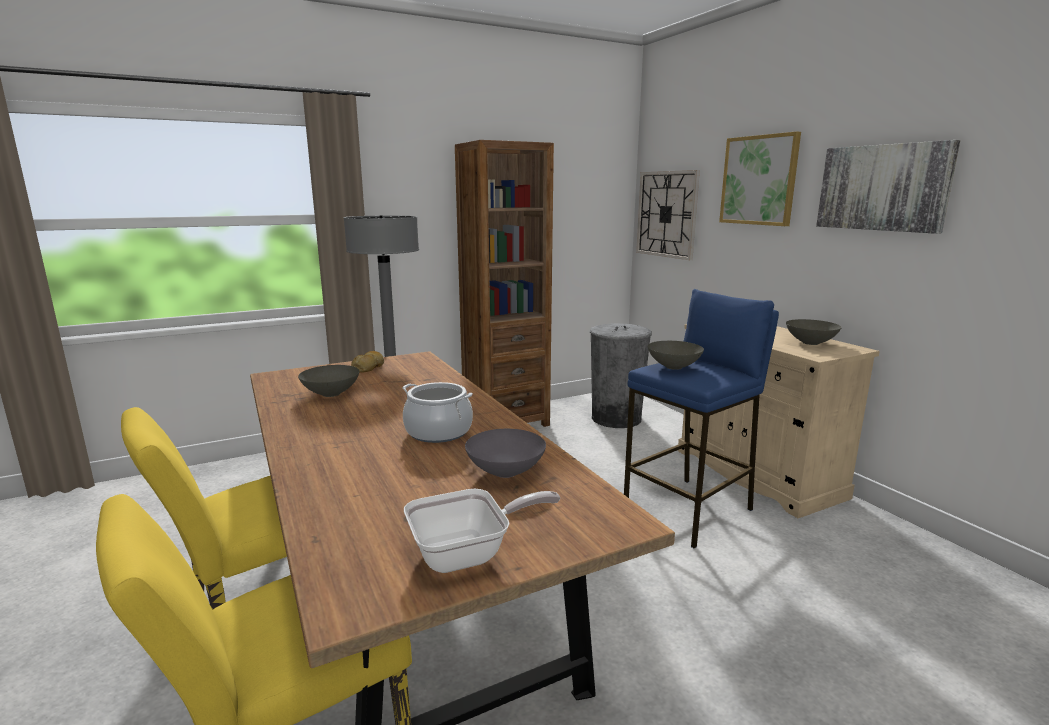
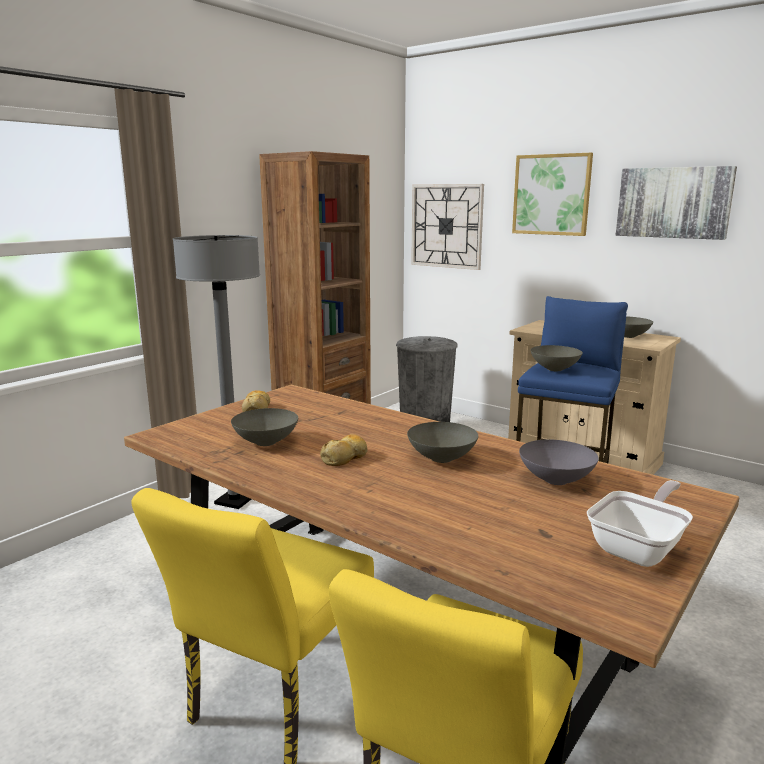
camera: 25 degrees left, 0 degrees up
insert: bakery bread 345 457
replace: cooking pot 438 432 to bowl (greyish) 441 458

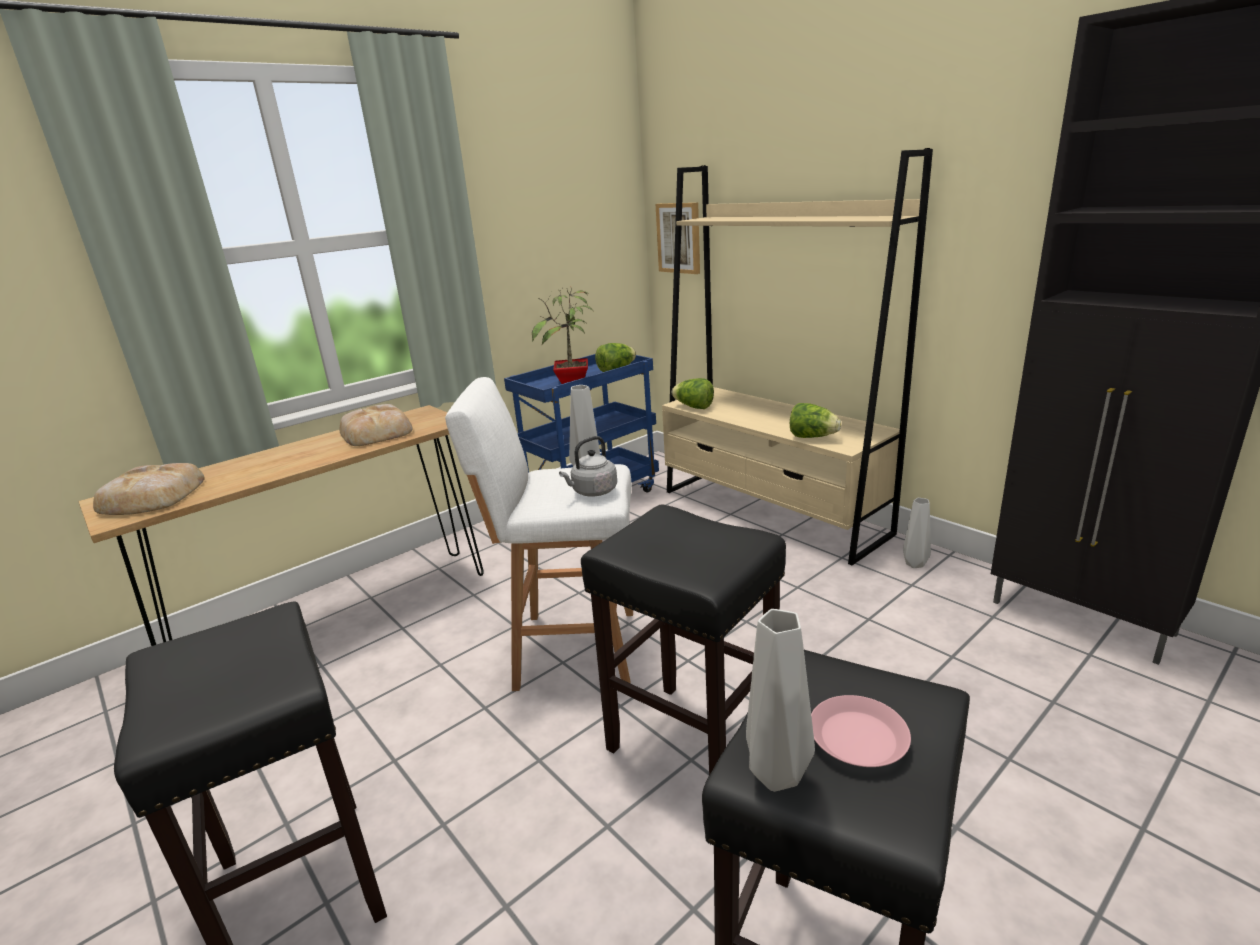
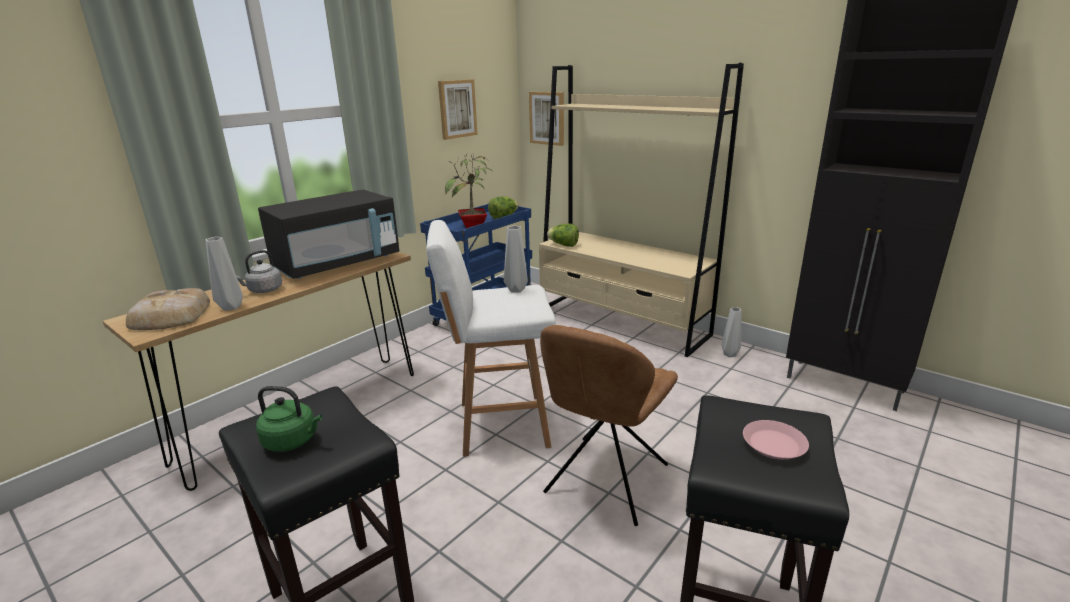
camera: 10 degrees left, 0 degrees up
delete: head of lettuce 812 437
insert: water kettle (green-coloured) 293 441; picture 457 109
move: vase (greyish) 774 776 to 230 307; water kettle (greyish) 592 492 to 263 290
replace: bakery bread 377 432 to kitchen microwave (black-coloured) 338 264; stool seat (black-coloured) 690 742 to upright chair (brown) 605 481

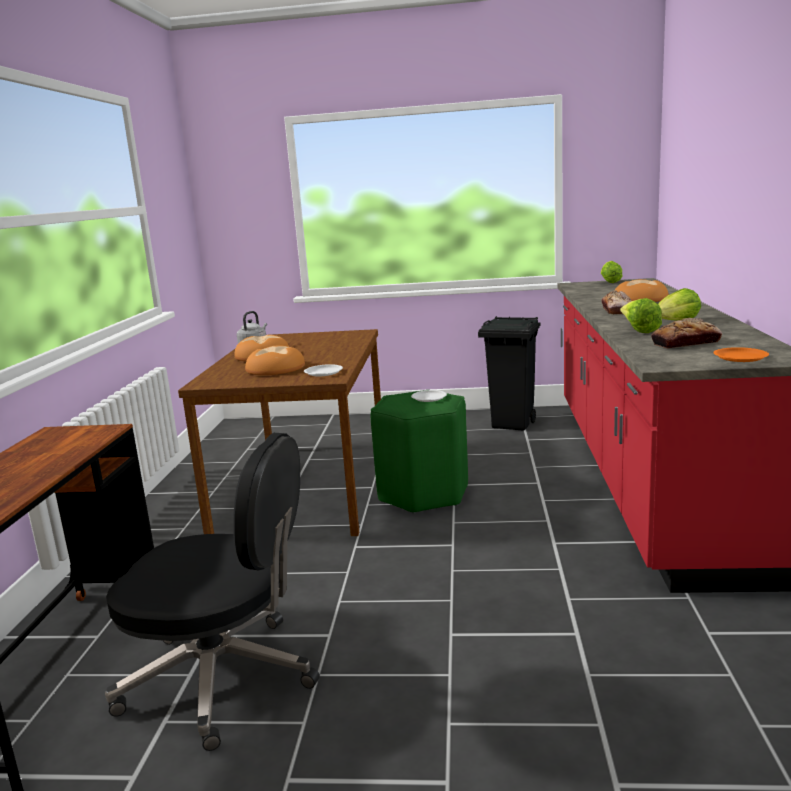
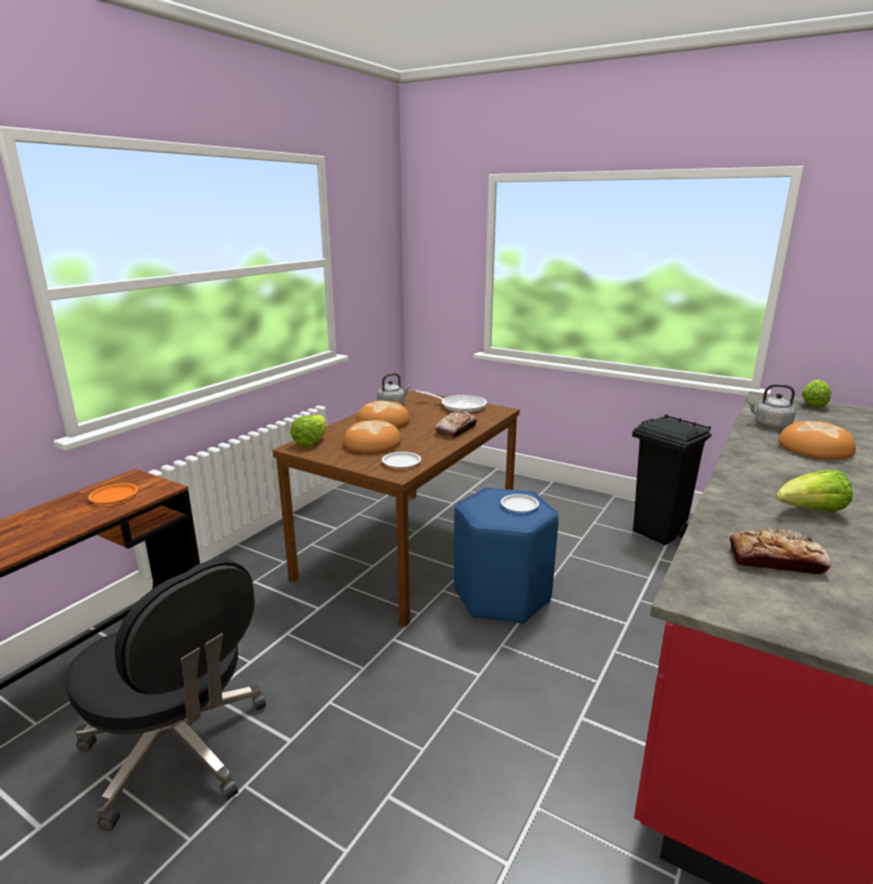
camera: 25 degrees right, 5 degrees up
insert: pan 459 406; water kettle (greyish) 770 425
move: dinner plate (orange-coloured) 740 358 to 113 496; head of lettuce 638 330 to 311 442; bakery bread 617 310 to 456 430
recolor: stool seat (green-coloured) 423 494 to stool seat (blue-coloured) 501 596

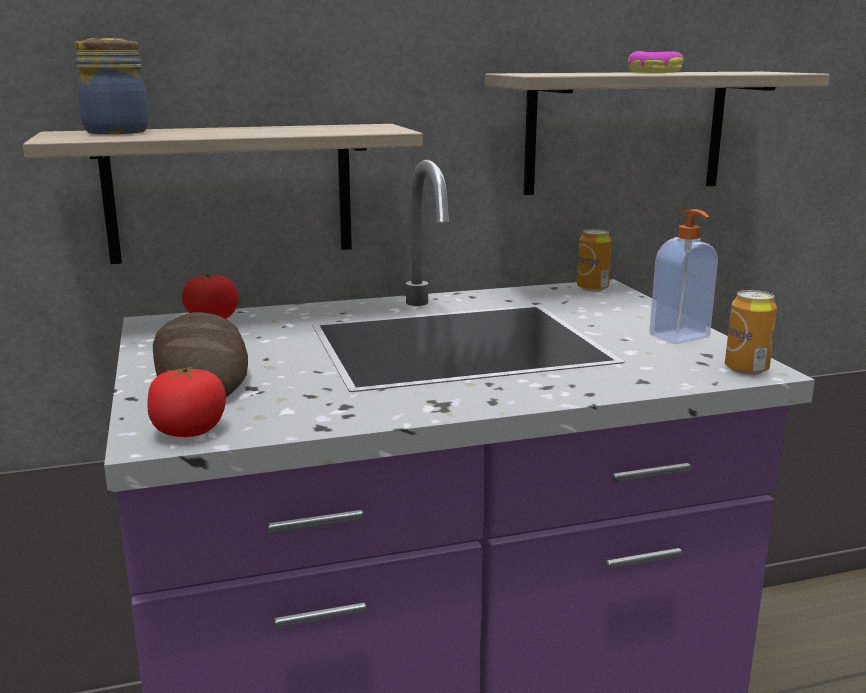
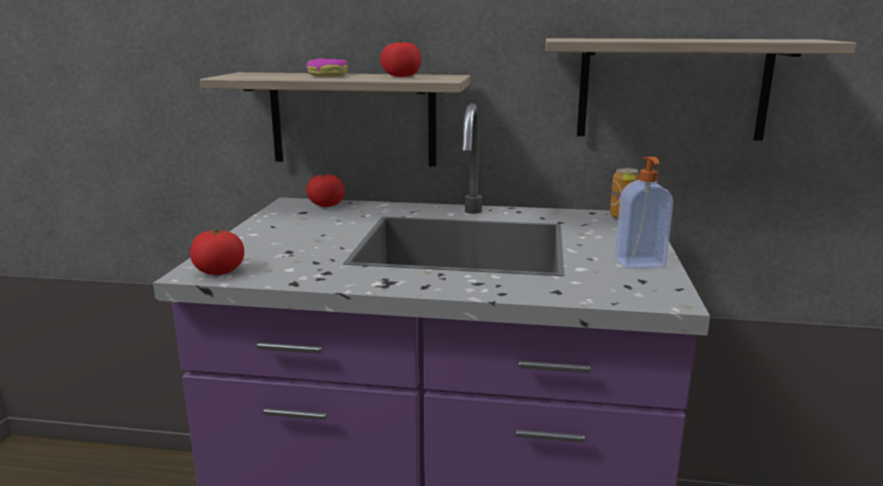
camera: 25 degrees right, 0 degrees up
delete: preserve jar 114 132; bakery bread 201 369; sealed can 746 369
insert: tomato 401 76
move: donut 654 72 to 327 75

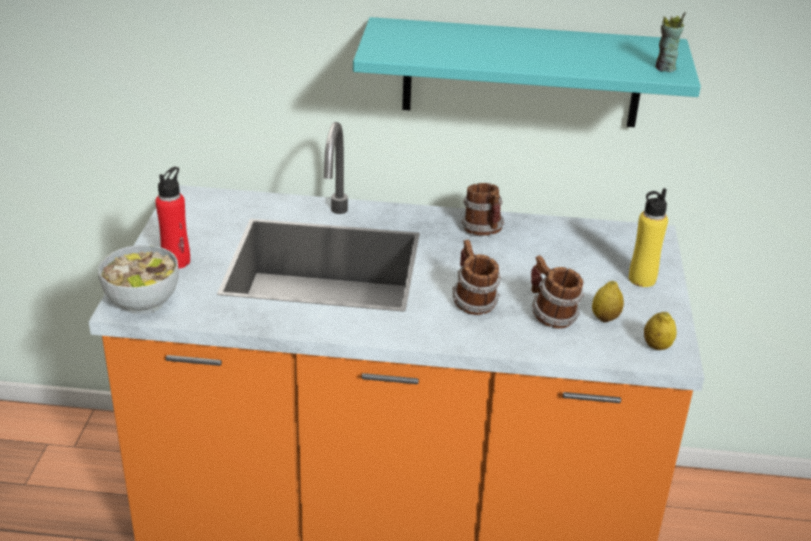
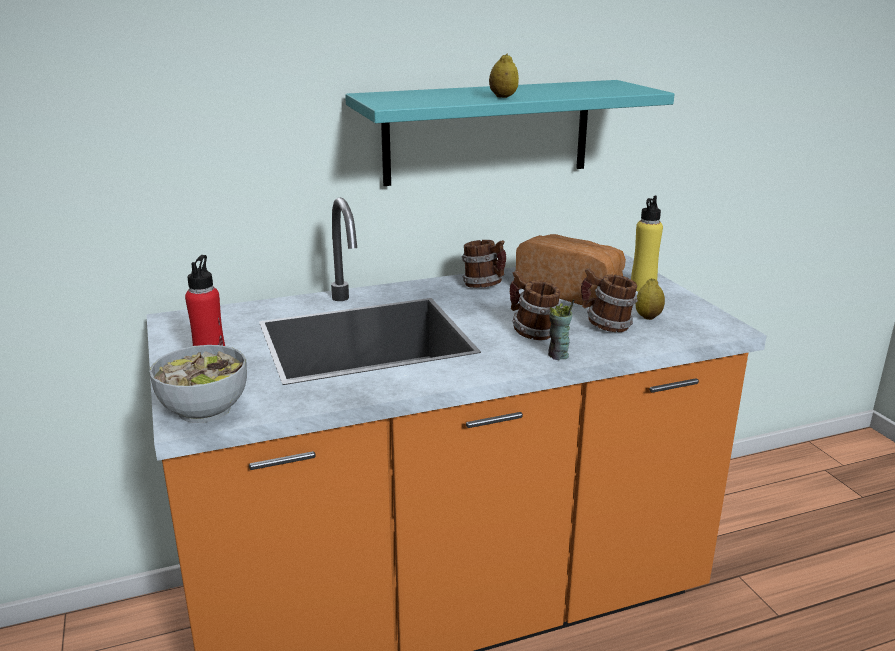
camera: 25 degrees left, 10 degrees down
insert: bakery bread 571 291
move: lemon 657 346 to 503 97; cup 665 68 to 558 356

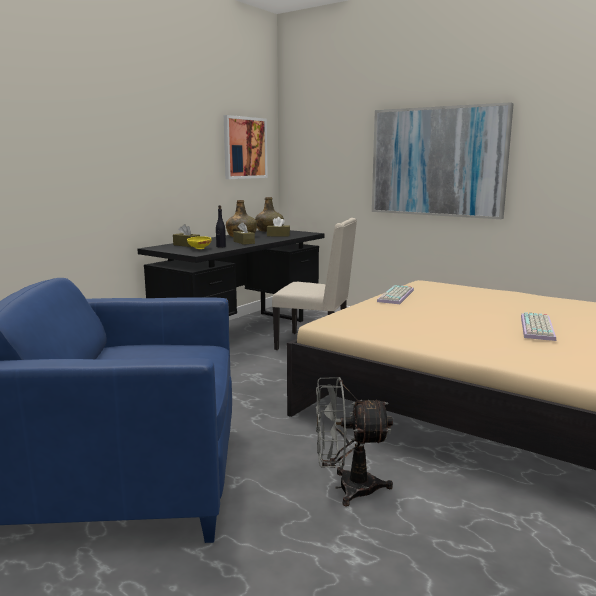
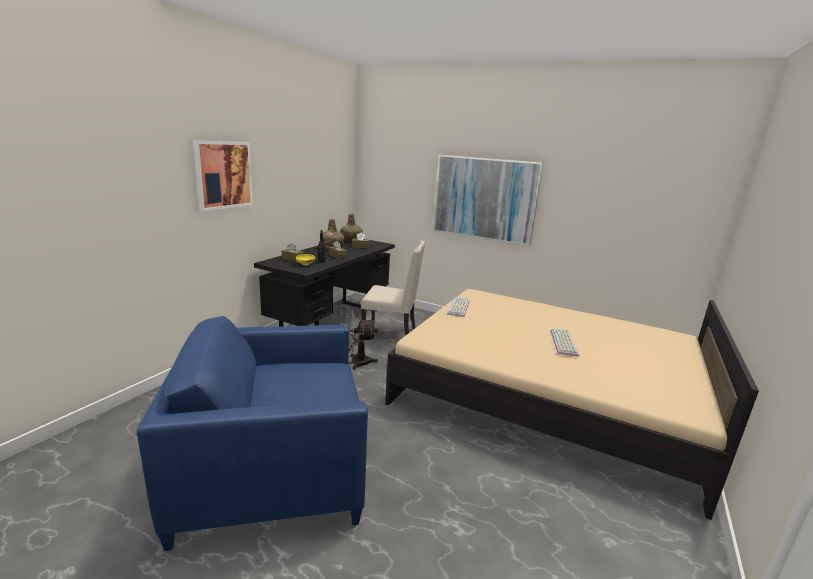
camera: 10 degrees left, 5 degrees up
move: picture 245 148 to 223 175; cooling fan (greyish) 347 488 to 355 362

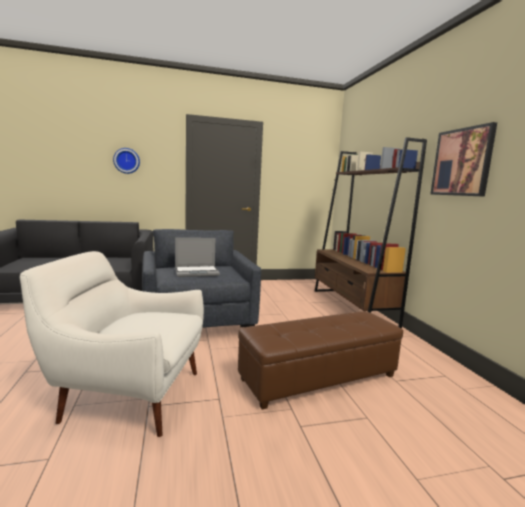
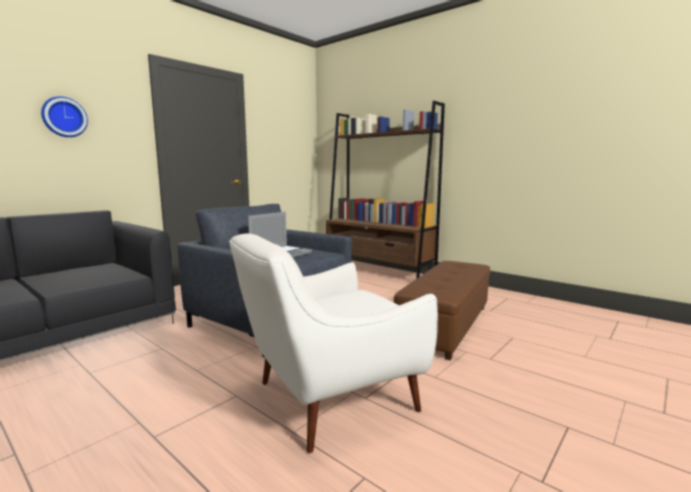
camera: 35 degrees left, 0 degrees up
delete: picture 462 162

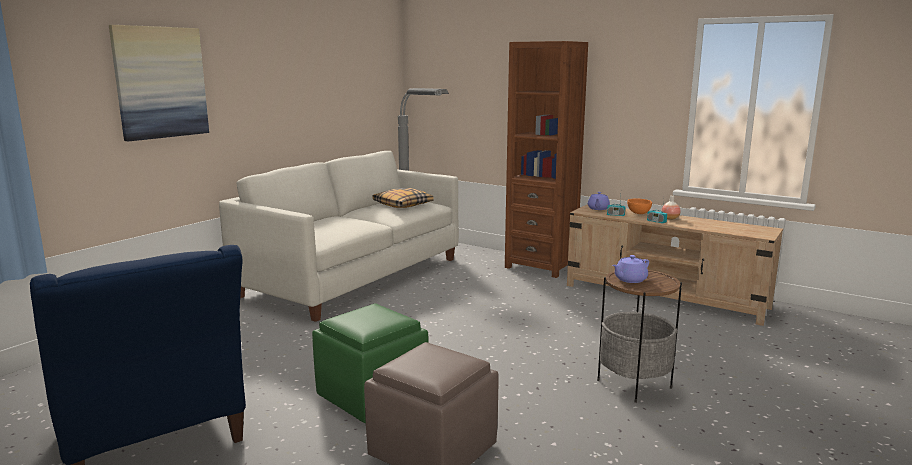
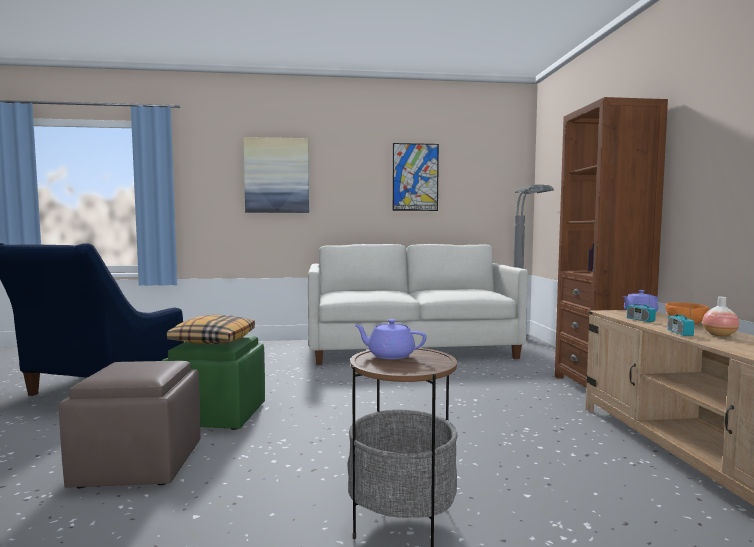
camera: 50 degrees right, 10 degrees down
insert: picture 415 177
move: pillow 402 205 to 213 340

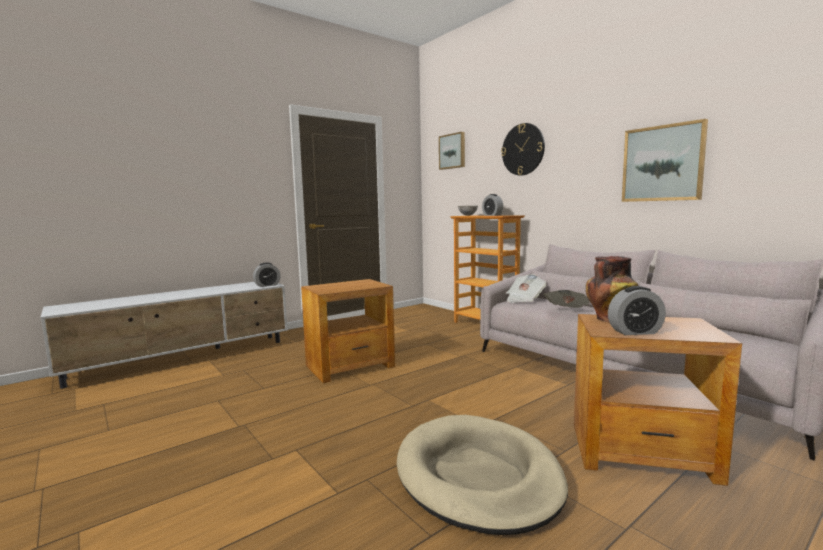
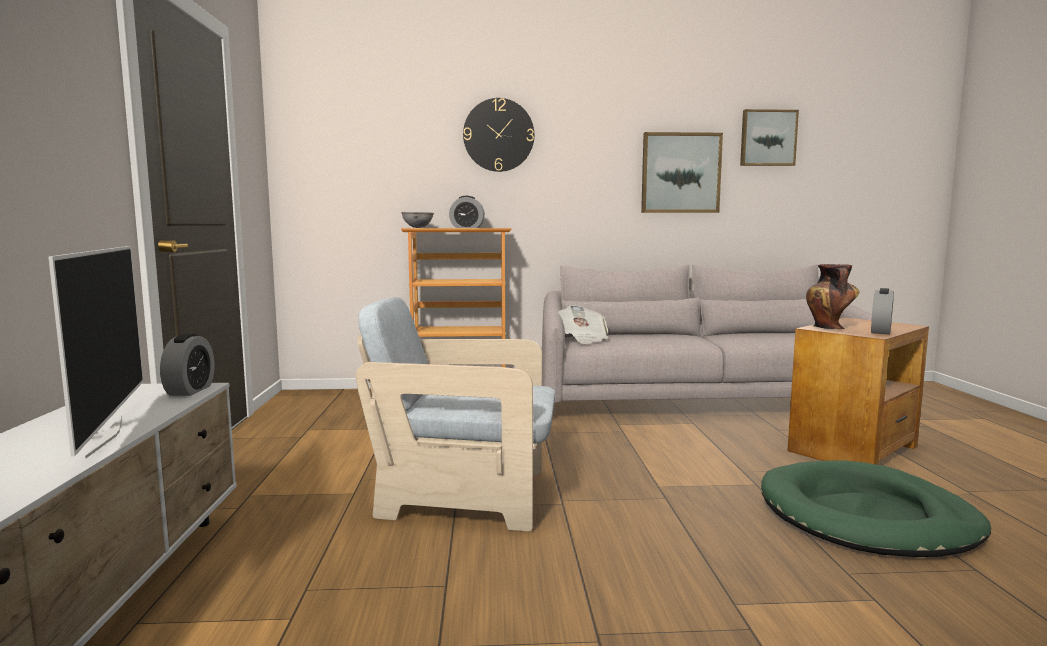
camera: 55 degrees left, 0 degrees up
delete: newspaper 567 312
insert: TV 102 435
move: picture 452 151 to 767 138
replace: accent table (brown) 351 366 to armchair (beige) 465 497
recolor: pet bed (beige) 478 476 to pet bed (green-coloured) 867 516

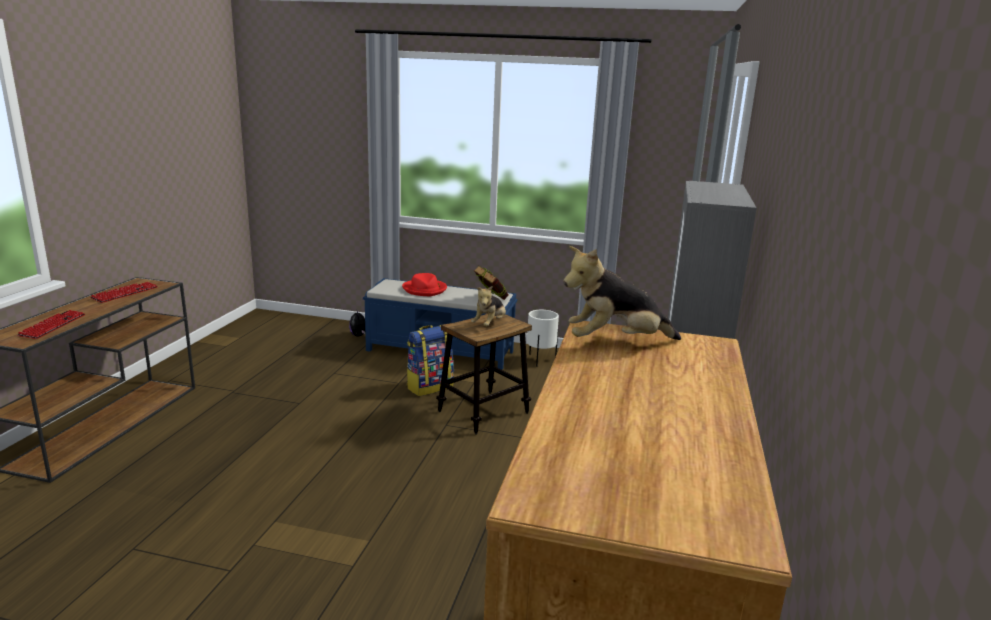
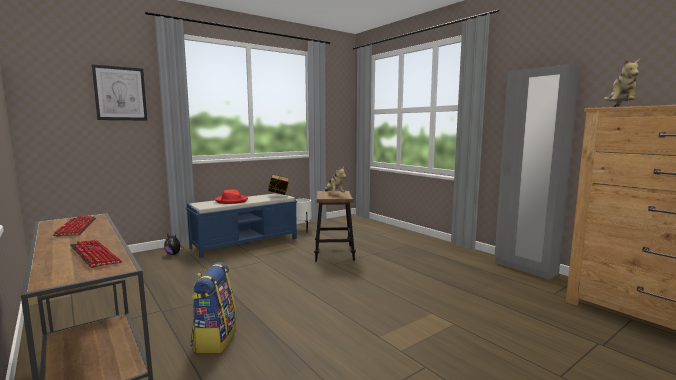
camera: 50 degrees left, 10 degrees down
insert: picture 120 93
move: backpack 429 386 to 214 339

